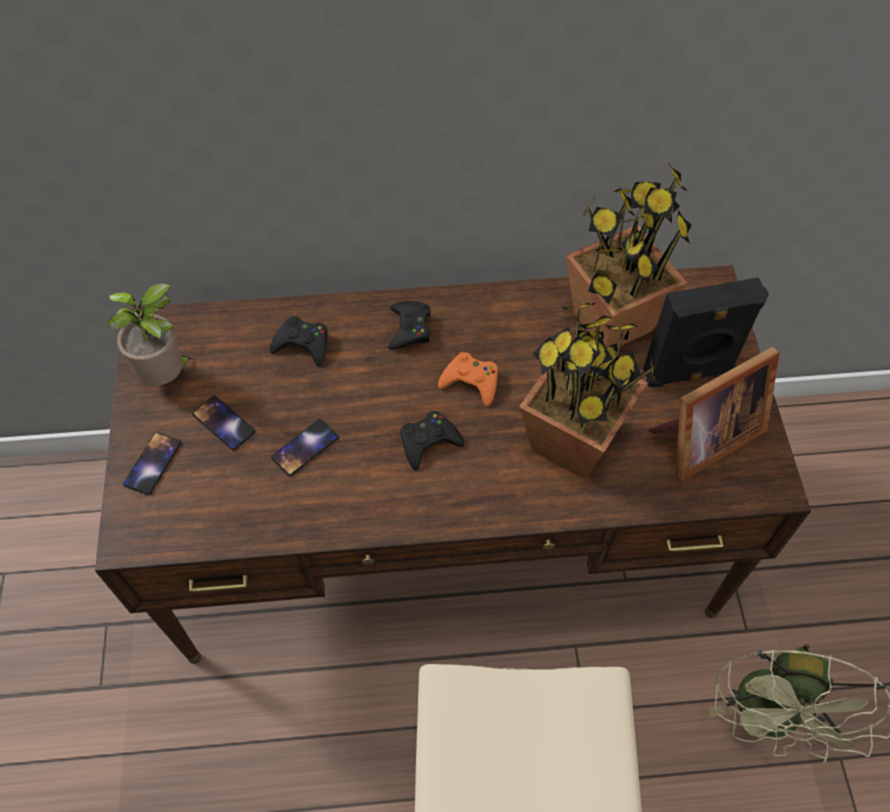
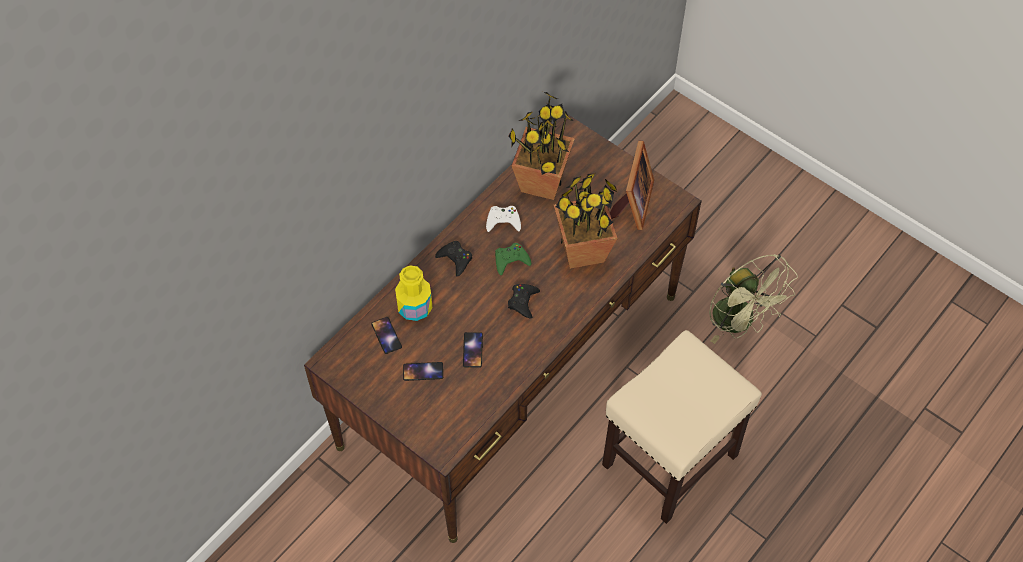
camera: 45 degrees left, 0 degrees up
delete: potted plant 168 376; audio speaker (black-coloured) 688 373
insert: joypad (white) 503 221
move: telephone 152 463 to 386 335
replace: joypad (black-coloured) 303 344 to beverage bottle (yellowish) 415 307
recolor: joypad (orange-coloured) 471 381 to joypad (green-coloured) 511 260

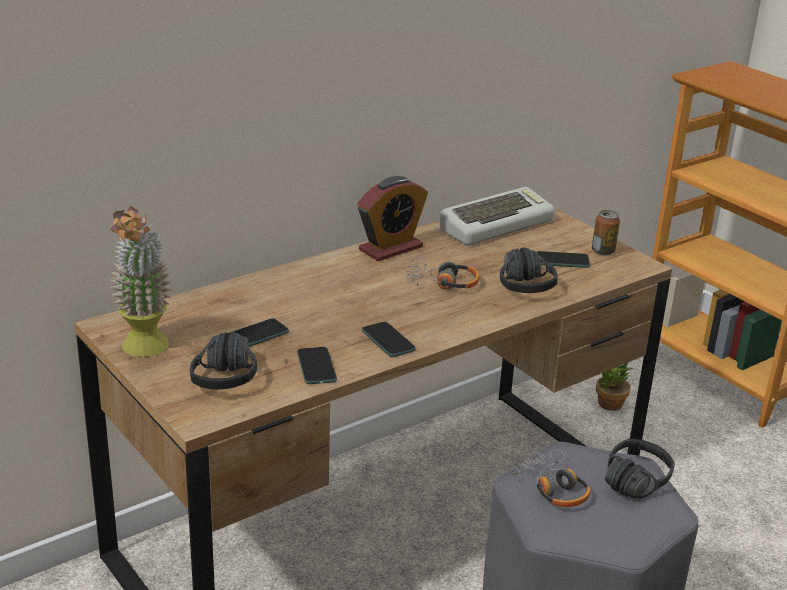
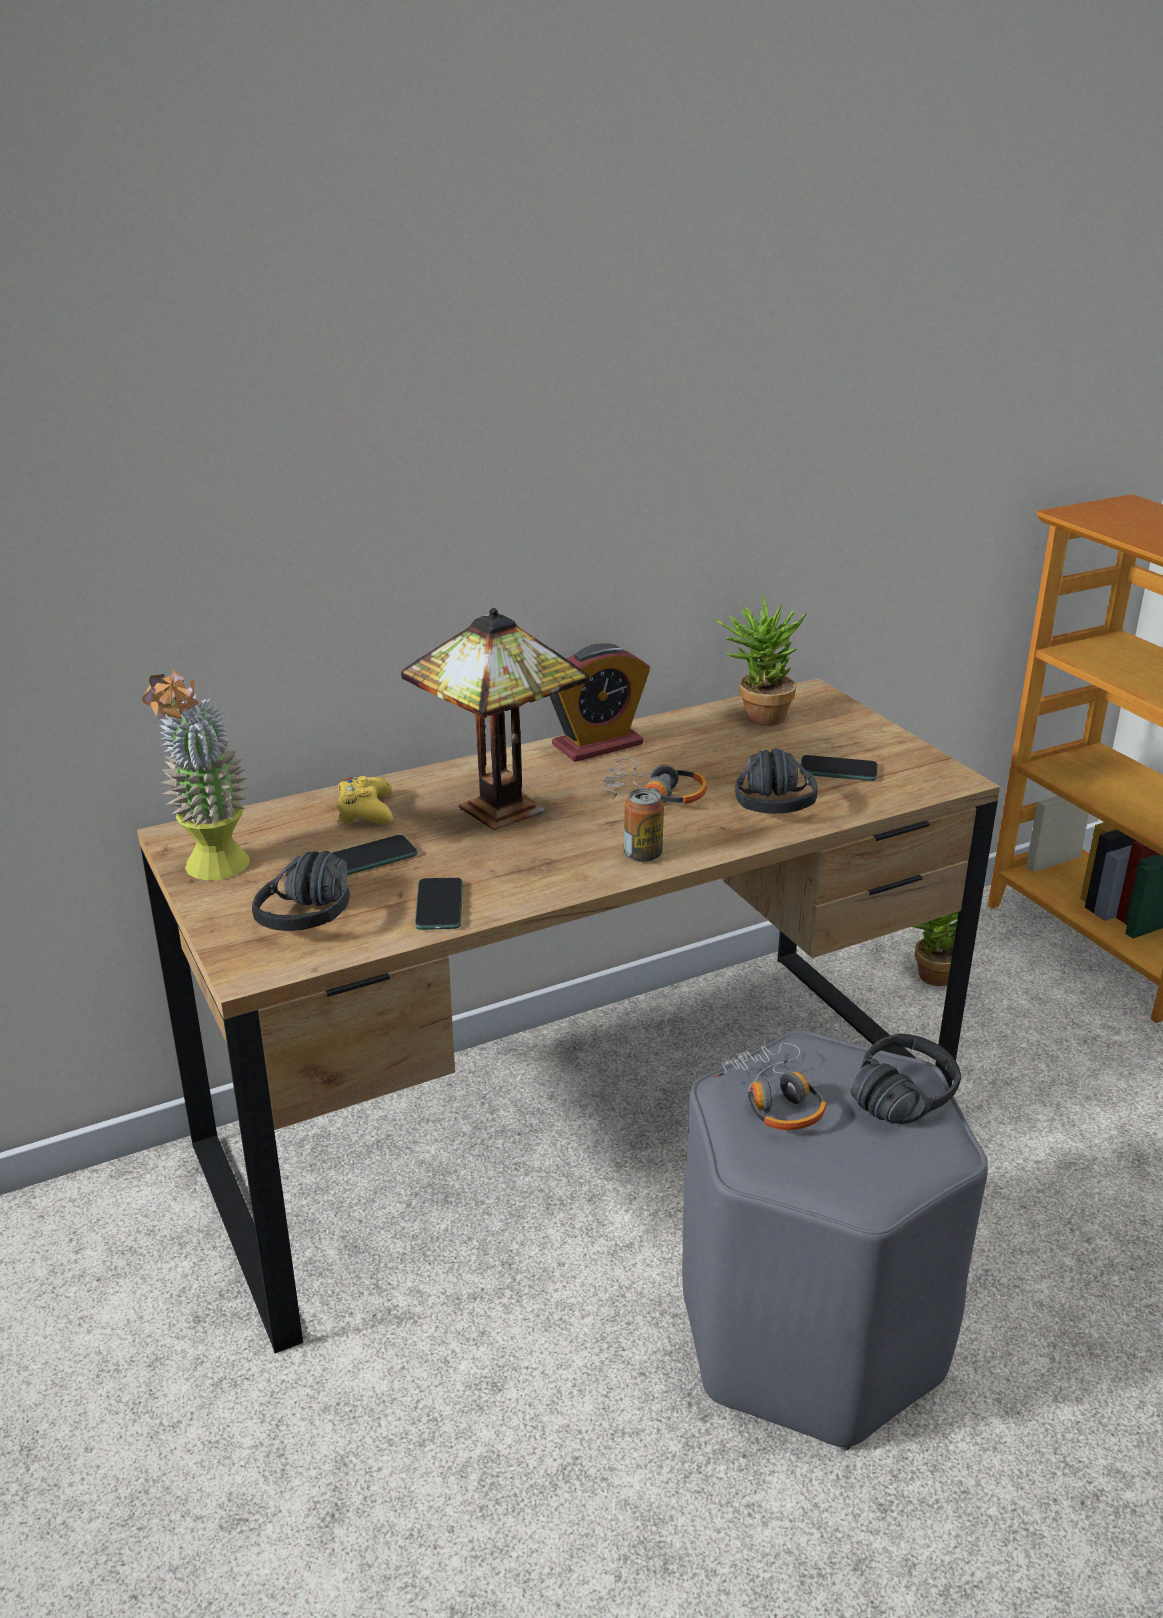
camera: 10 degrees right, 0 degrees up
delete: telephone 388 340
insert: joypad (yellowish) 365 811; lamp for a table 499 813
move: sealed can 603 251 to 642 855
replace: computer keyboard 496 224 to potted plant 756 716

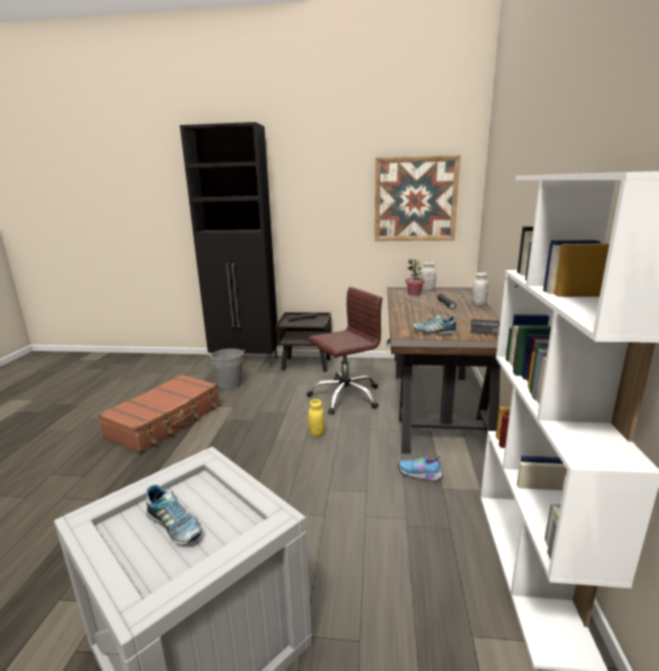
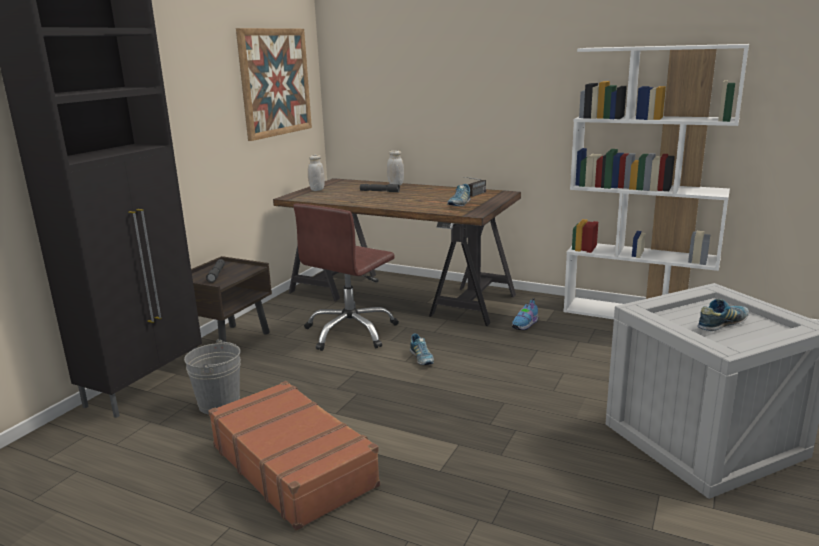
camera: 70 degrees left, 0 degrees up
delete: potted plant 414 294
replace: preserve jar (yellowish) 316 433 to item of footwear 421 358
rotate: office chair (brown) 345 396 = 351 332 135 degrees counterclockwise

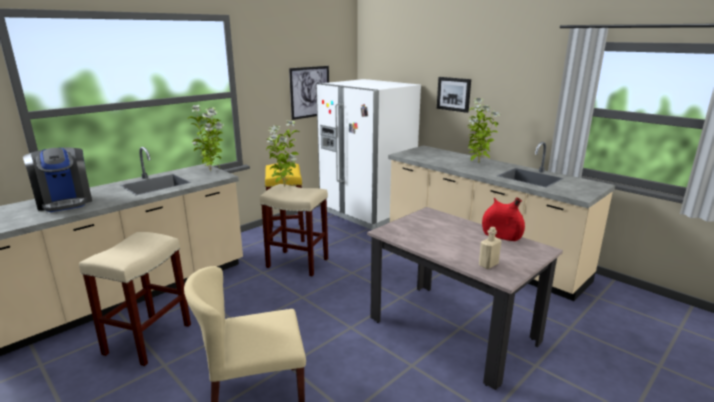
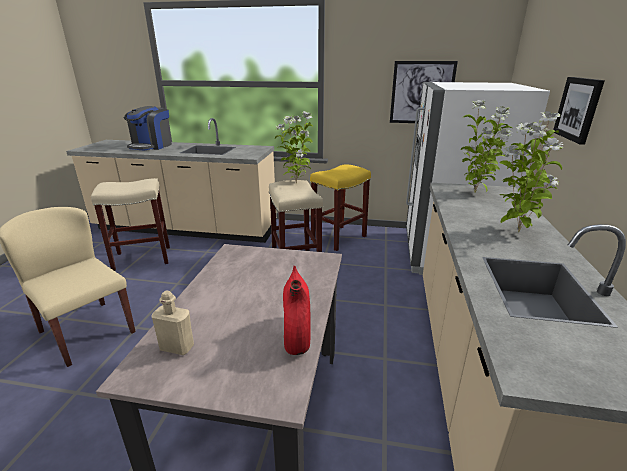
camera: 55 degrees right, 5 degrees up
move: potted plant 211 171 to 476 193

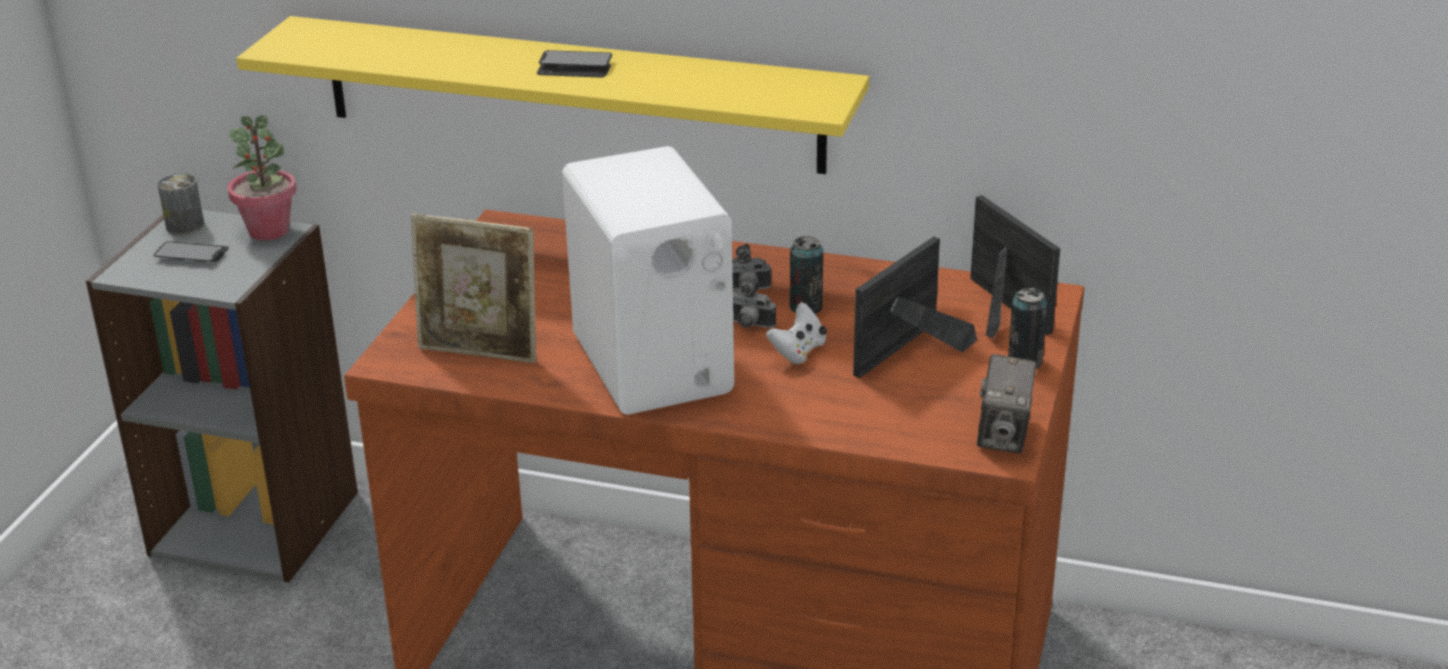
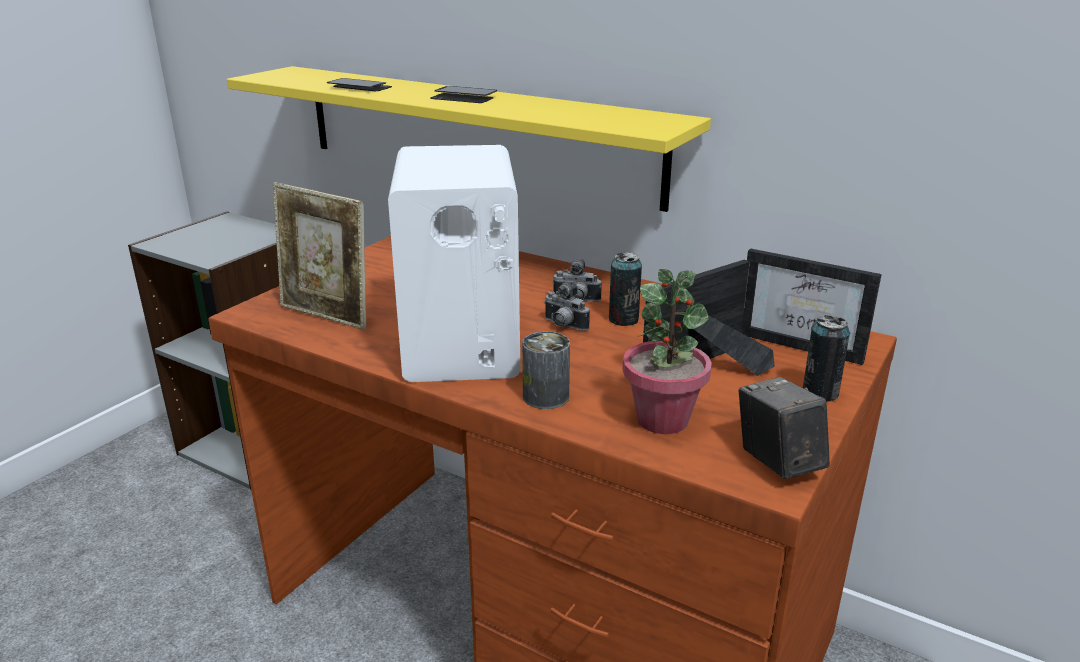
camera: 15 degrees right, 5 degrees down
delete: joypad (white) 798 351
move: telephone 191 254 to 359 87; sealed can 185 226 to 545 397; potted plant 269 231 to 662 420
rotate: photo camera 1004 436 = 777 462 135 degrees clockwise; picture frame 998 308 = 805 343 135 degrees clockwise

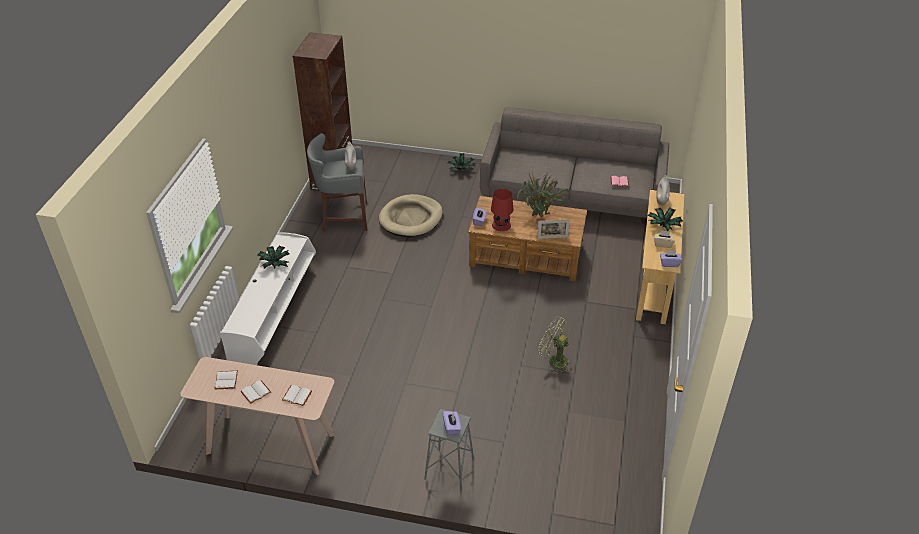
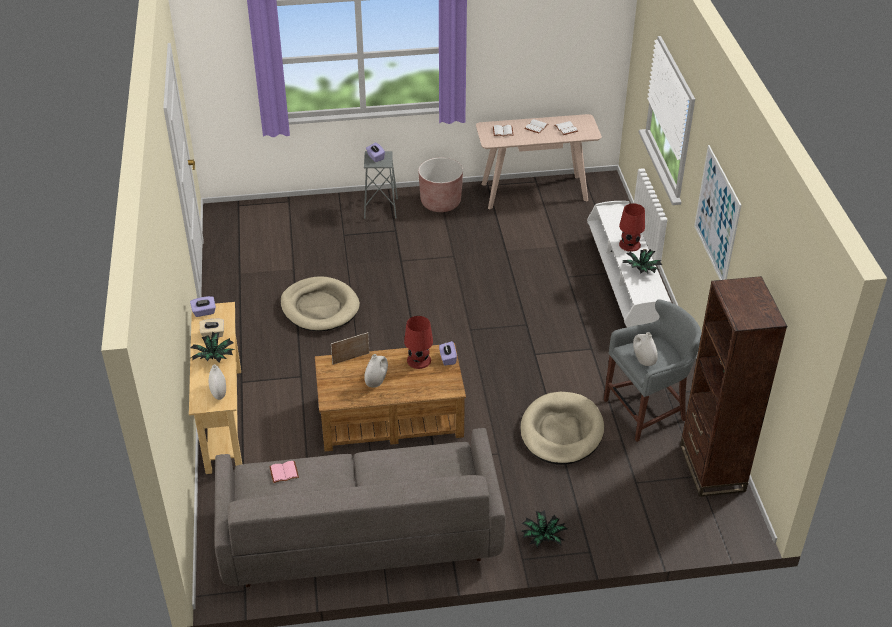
camera: 160 degrees right, 0 degrees up
insert: planter (brown) 440 202; lamp for a table (red) 630 245; picture 717 216
replace: cooling fan (green-coloured) 553 360 to pet bed (beige) 320 307; potted plant 539 218 to vase (white) 376 381

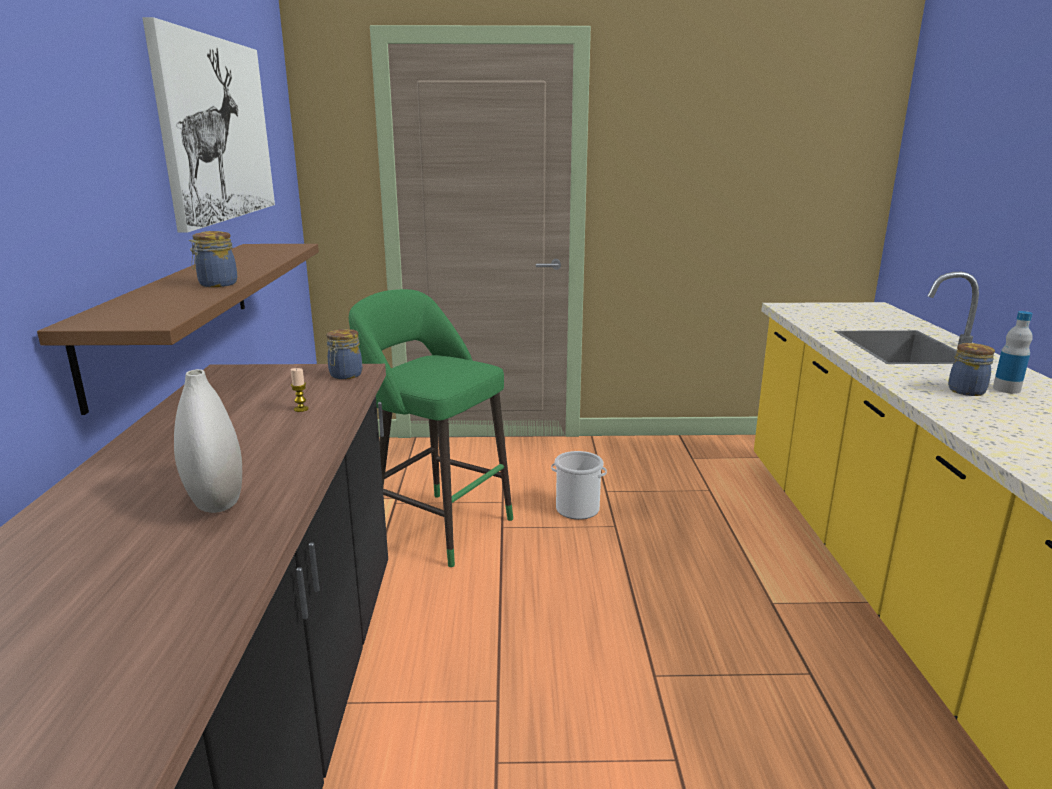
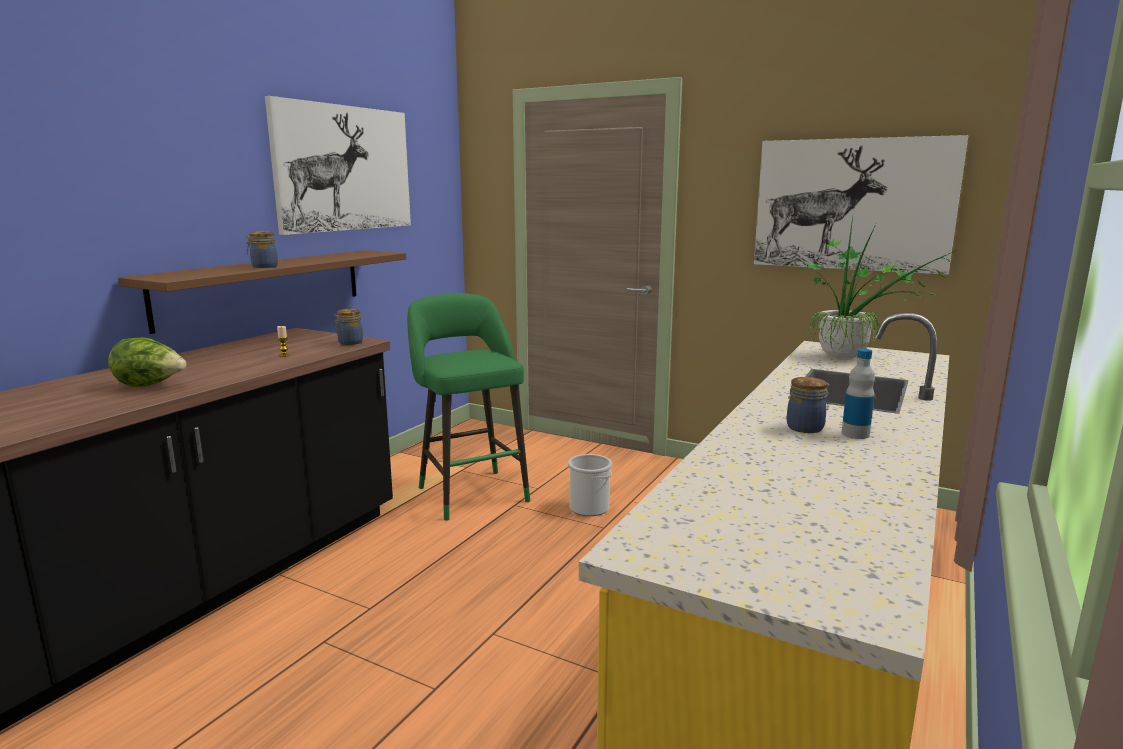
camera: 30 degrees right, 5 degrees down
insert: picture 852 205; potted plant 853 357
replace: vase (white) 216 499 to head of lettuce 151 386

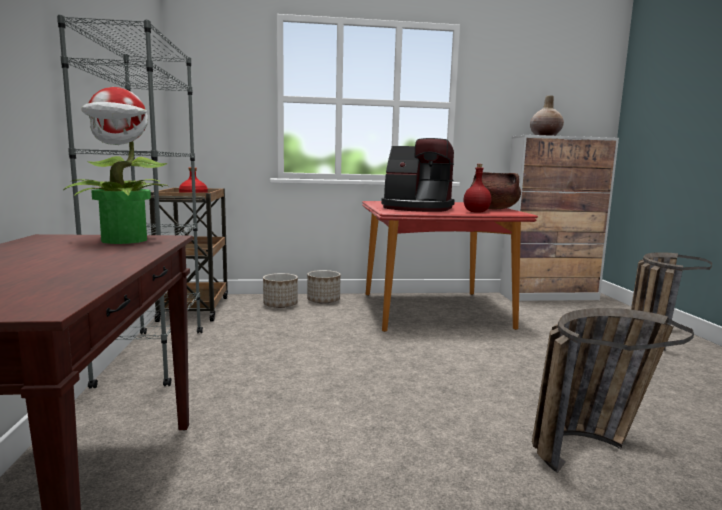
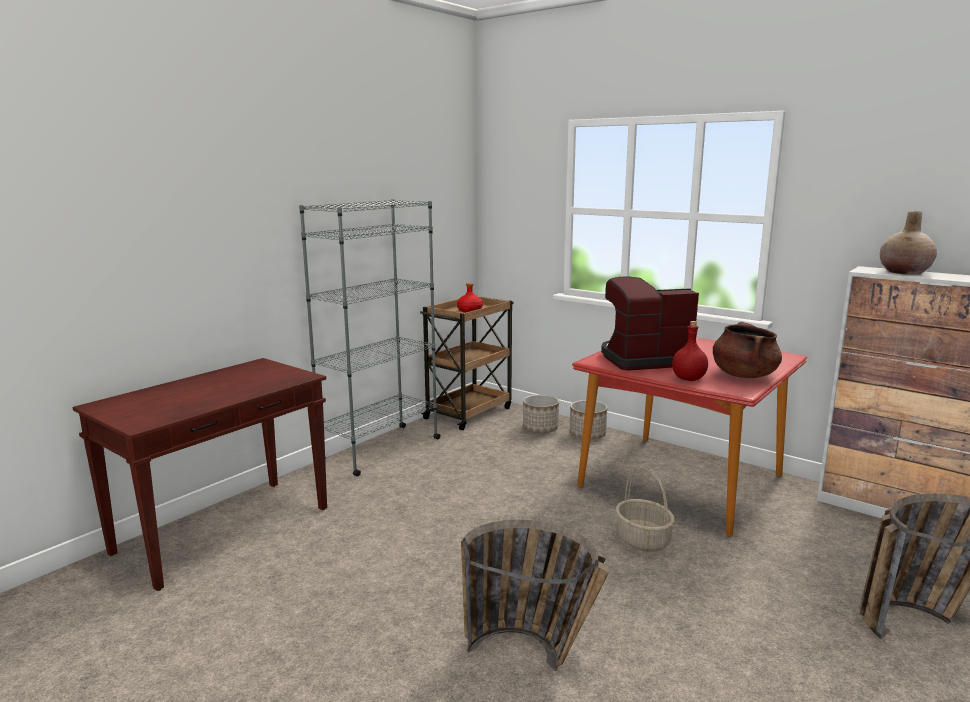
camera: 45 degrees right, 5 degrees up
delete: potted plant 124 240
insert: storage basket 643 540
rotate: coffee machine 417 208 = 644 359 105 degrees clockwise

